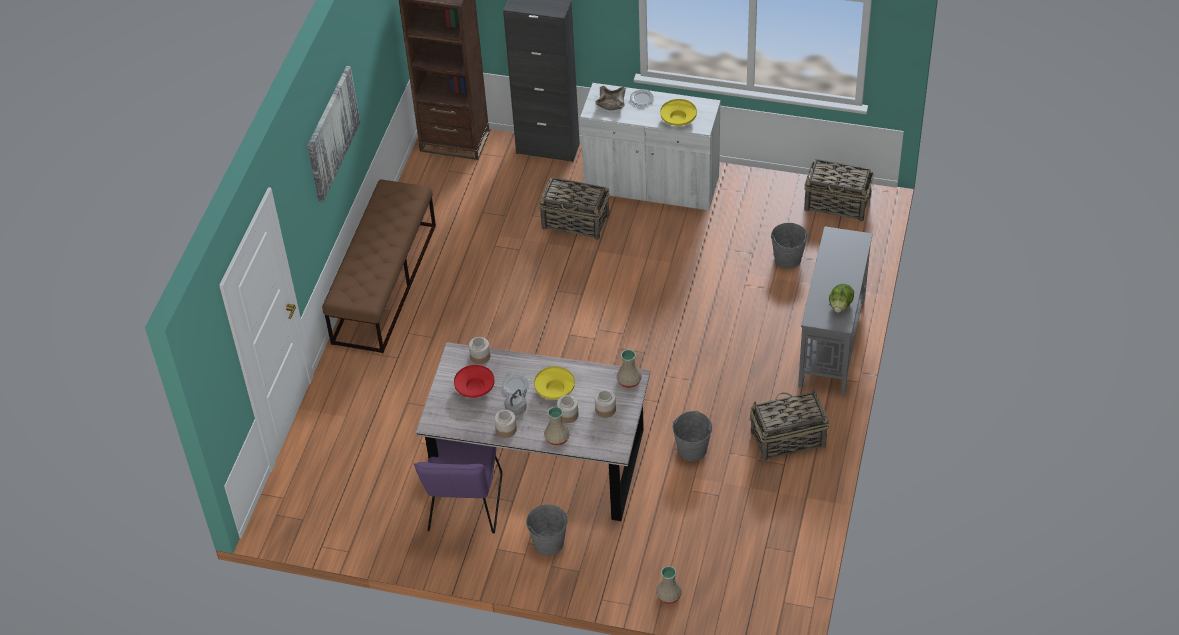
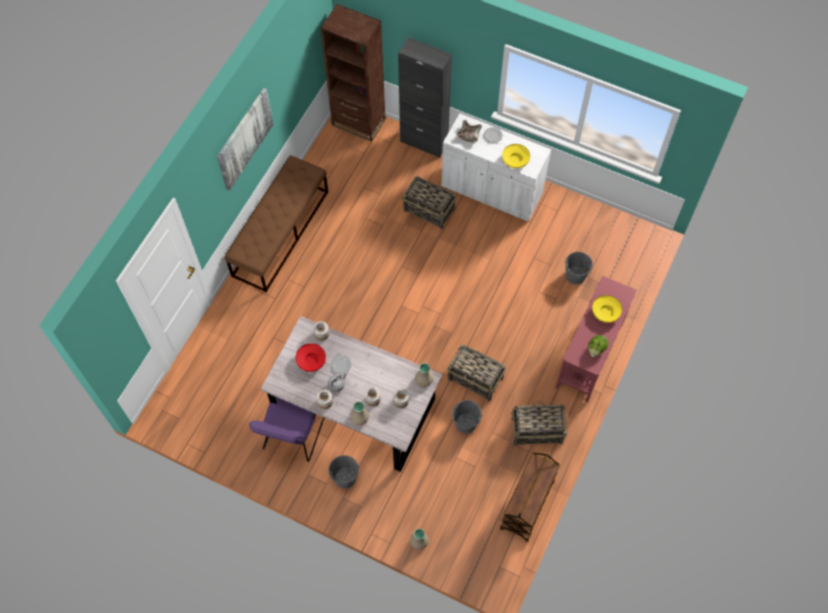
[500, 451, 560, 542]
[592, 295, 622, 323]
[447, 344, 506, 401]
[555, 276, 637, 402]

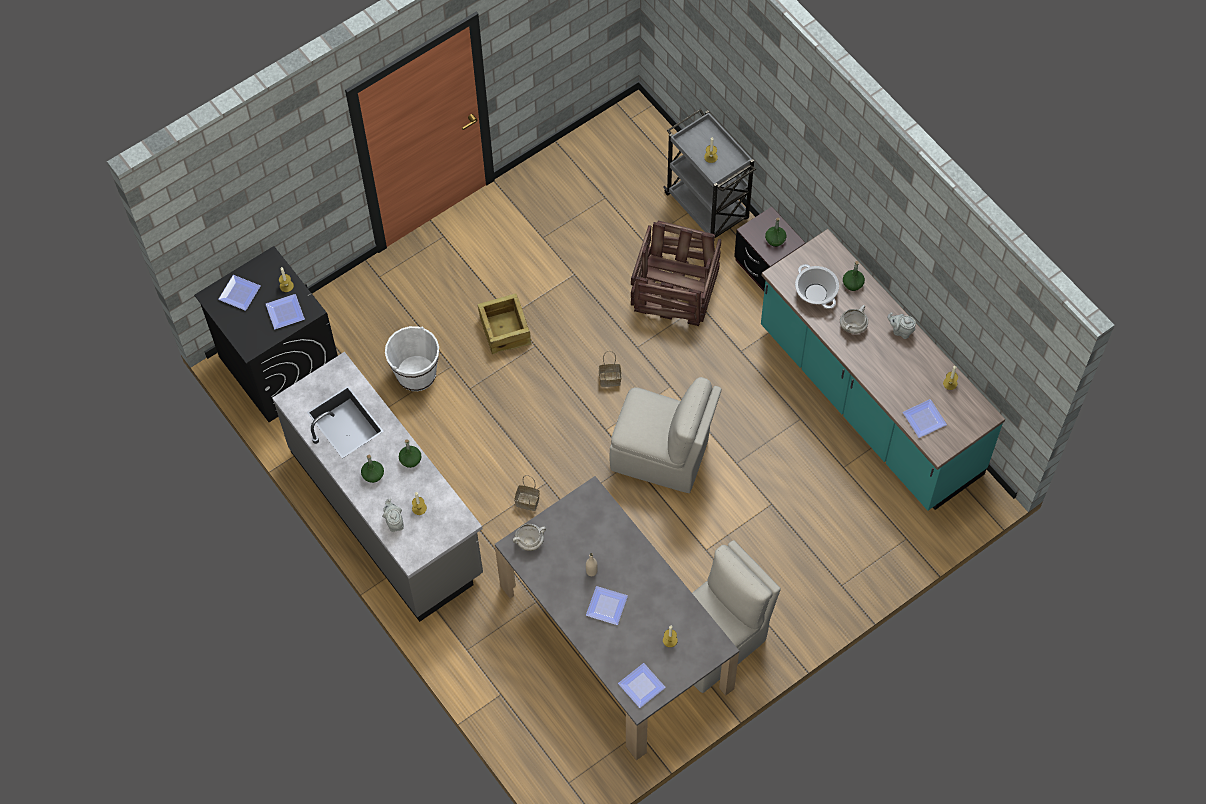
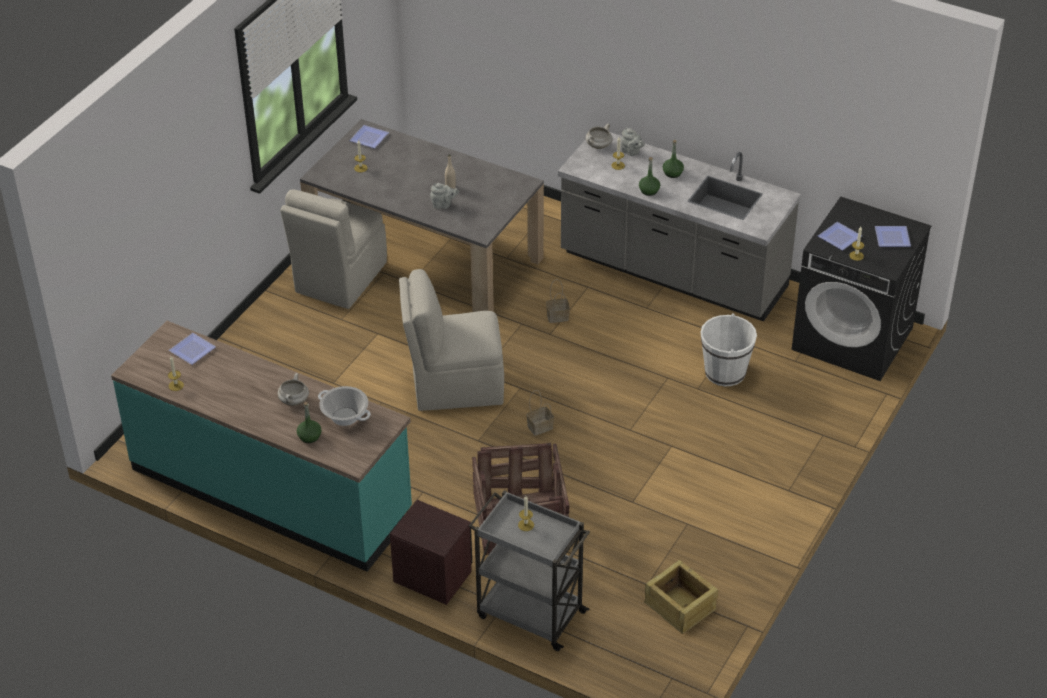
[586, 586, 628, 625] (first image)
[765, 218, 786, 247] (first image)
[644, 560, 718, 634]
[586, 124, 613, 149]
[430, 183, 459, 209]

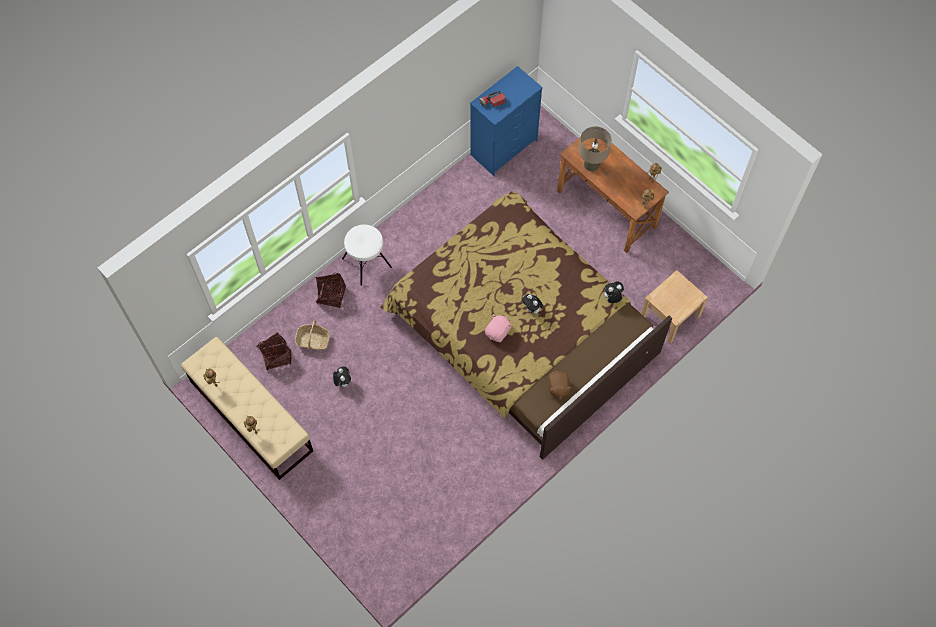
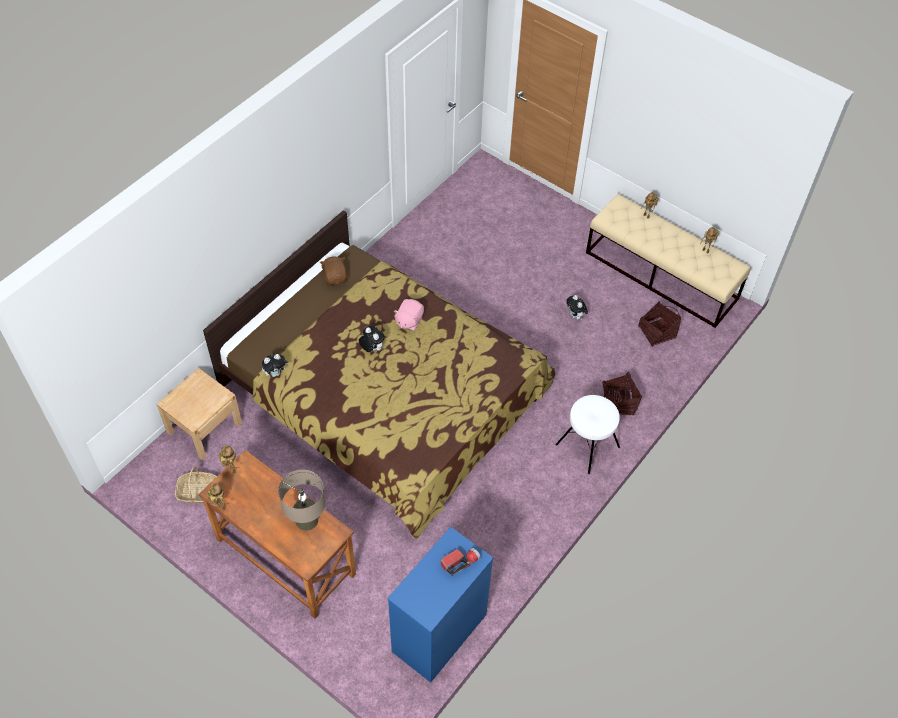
[175, 467, 217, 503]

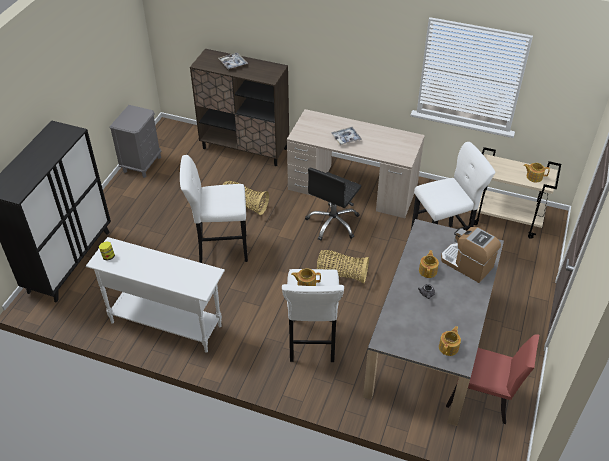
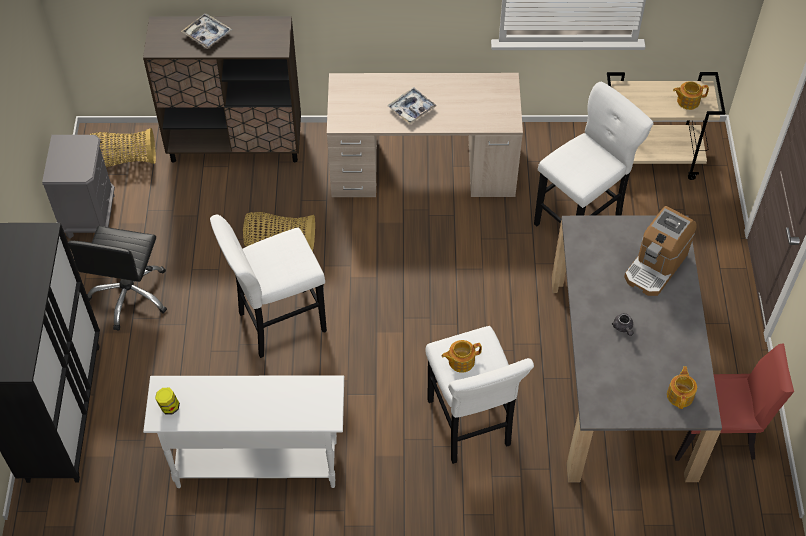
[419, 250, 439, 278] (first image)
[68, 226, 167, 331]
[89, 128, 156, 167]
[624, 206, 697, 296]

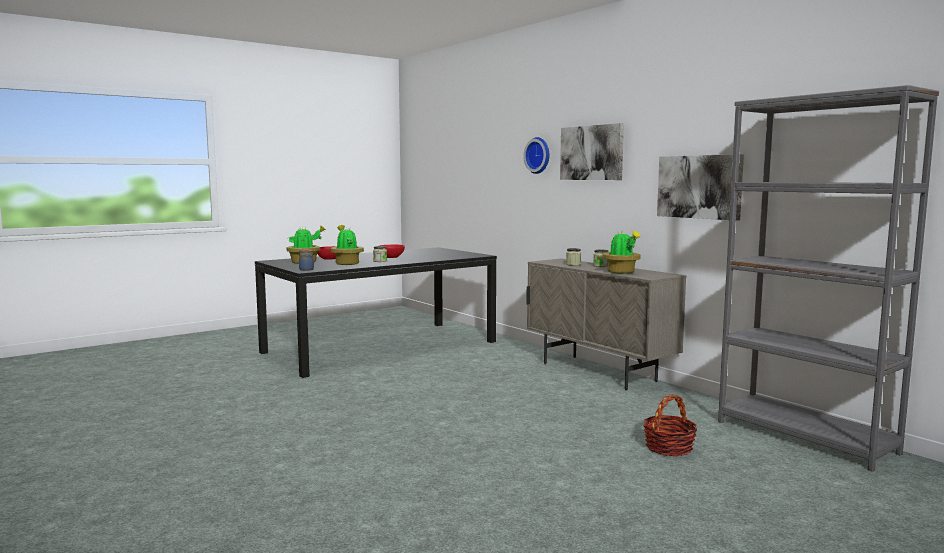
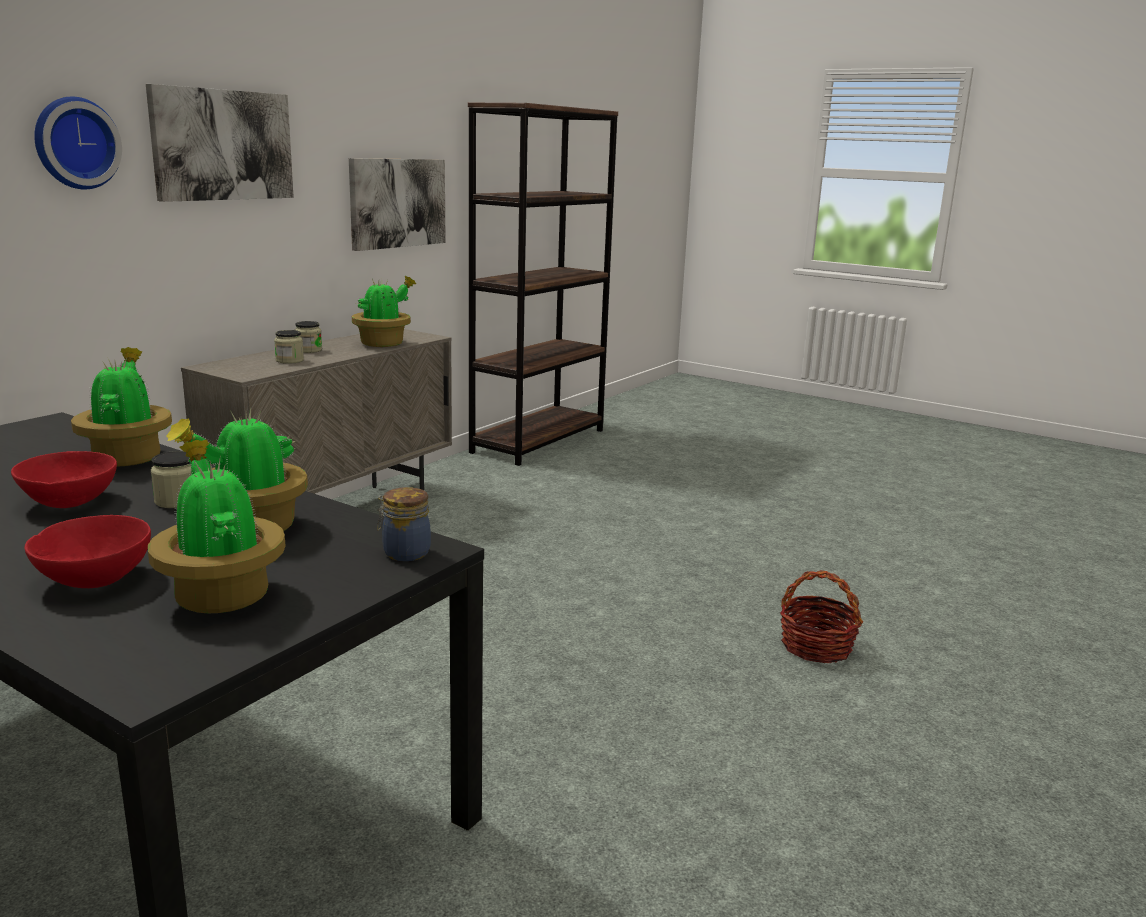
[71, 347, 172, 466]
[780, 570, 863, 663]
[468, 102, 618, 466]

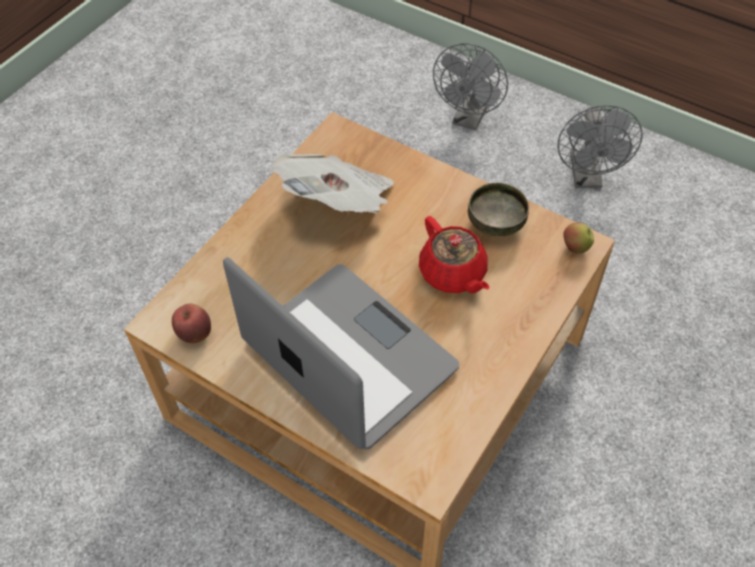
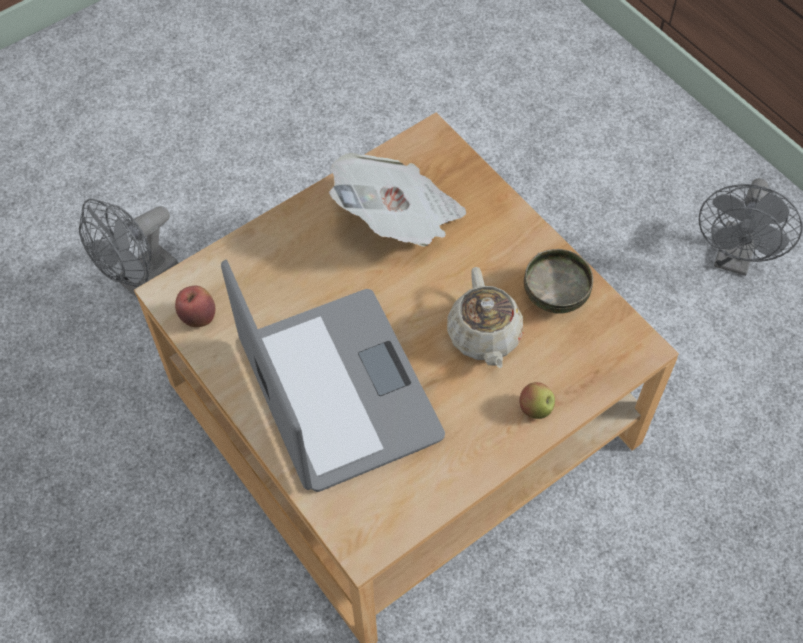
[79, 199, 178, 298]
[519, 382, 555, 419]
[447, 267, 523, 368]

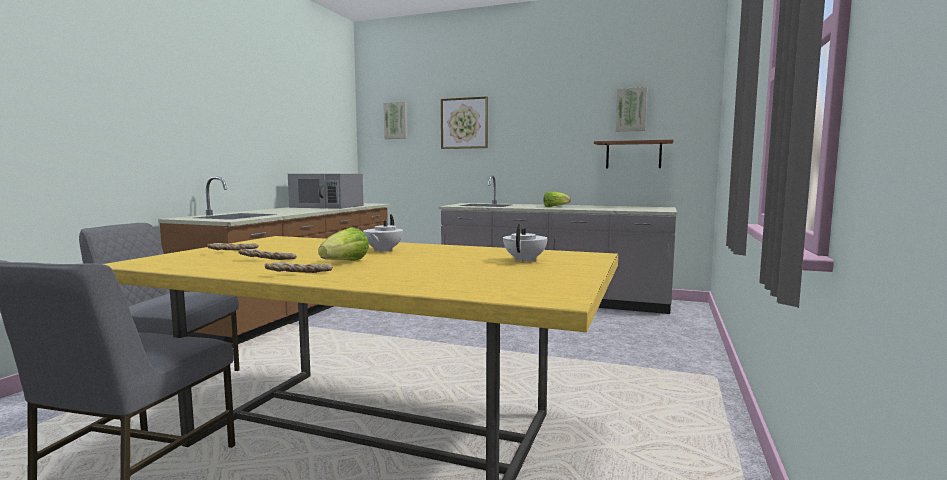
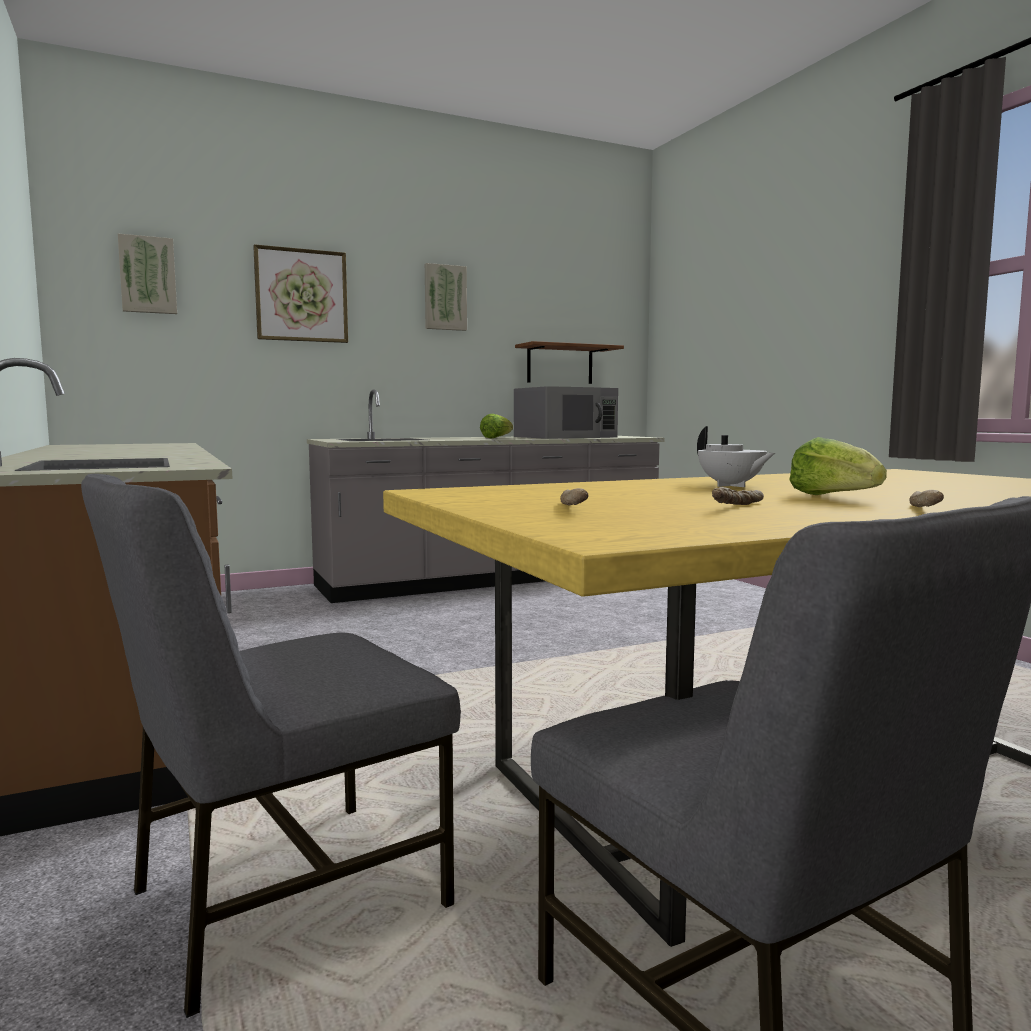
[503, 224, 548, 262] (first image)
[514, 386, 618, 439]
[425, 263, 467, 331]

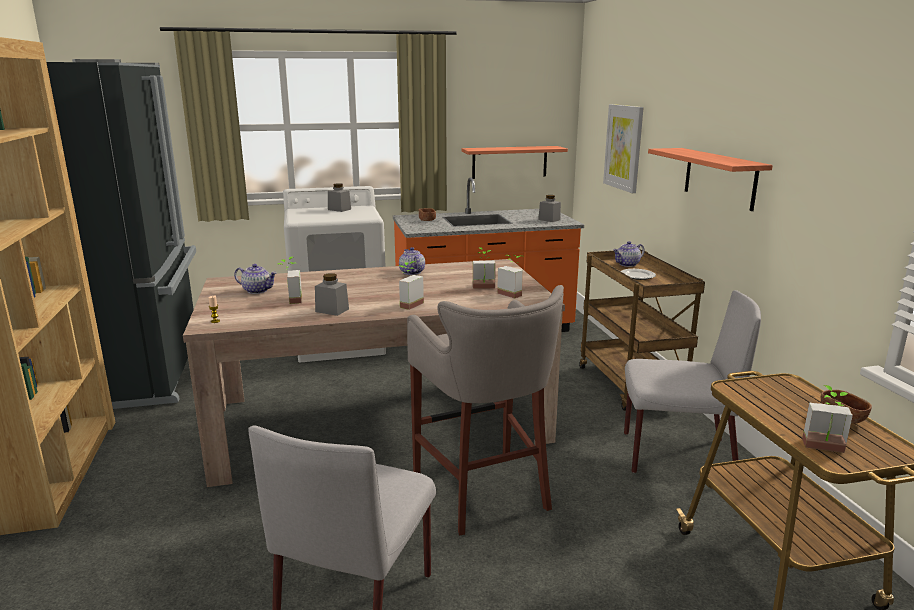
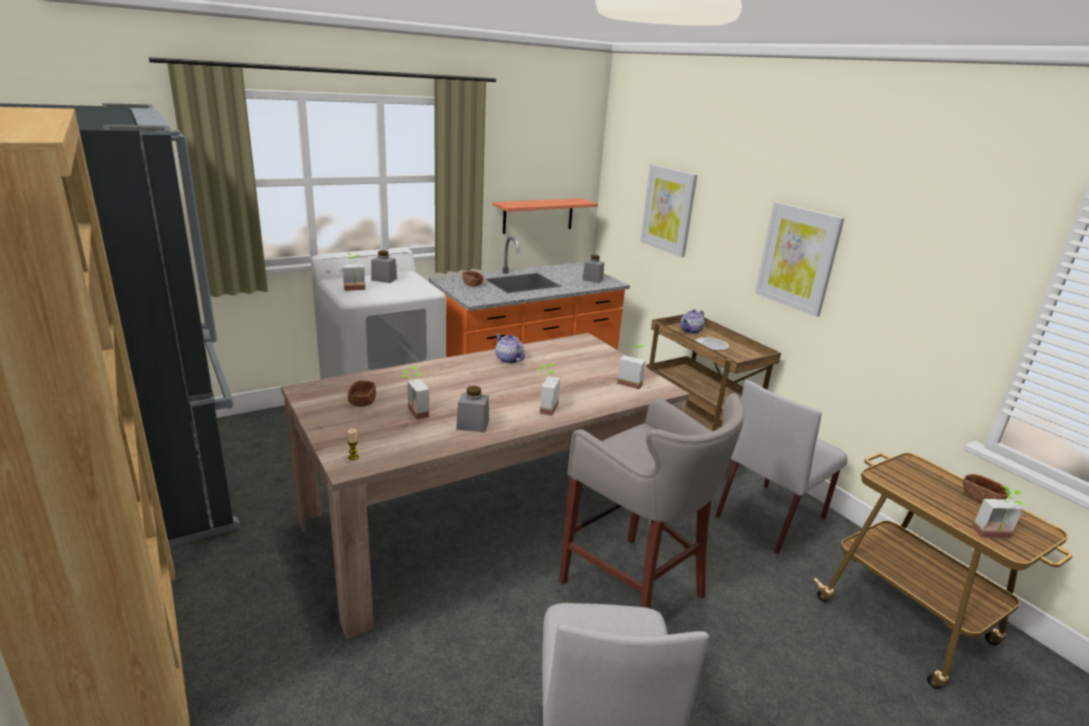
[343, 253, 365, 291]
[347, 381, 376, 407]
[755, 202, 844, 317]
[715, 380, 847, 554]

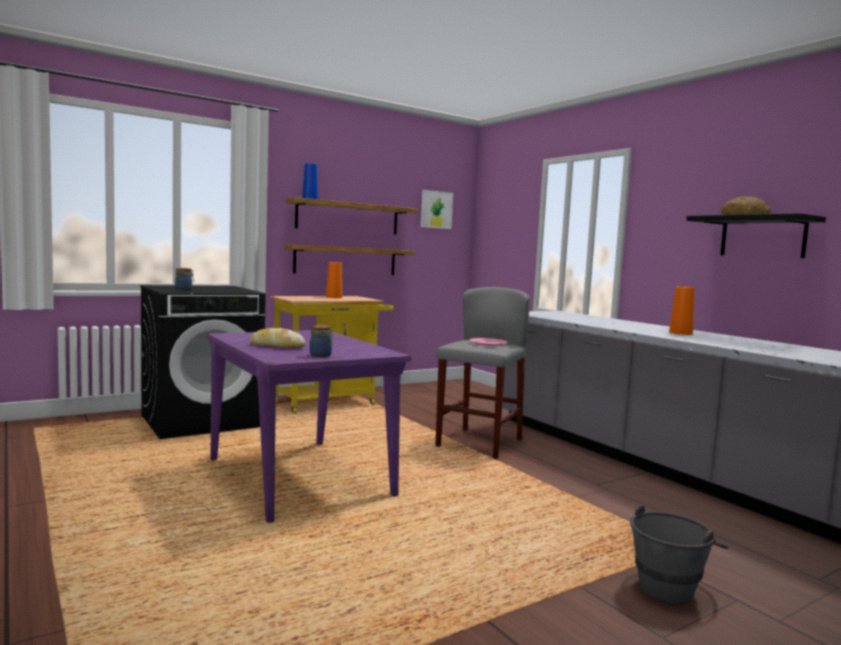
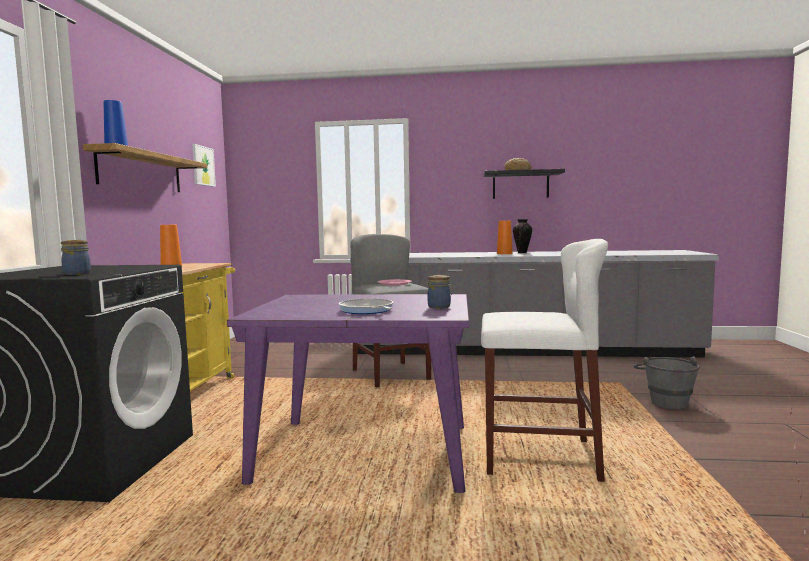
[284, 244, 415, 275] (first image)
[481, 239, 608, 482]
[513, 219, 532, 253]
[339, 298, 393, 314]

